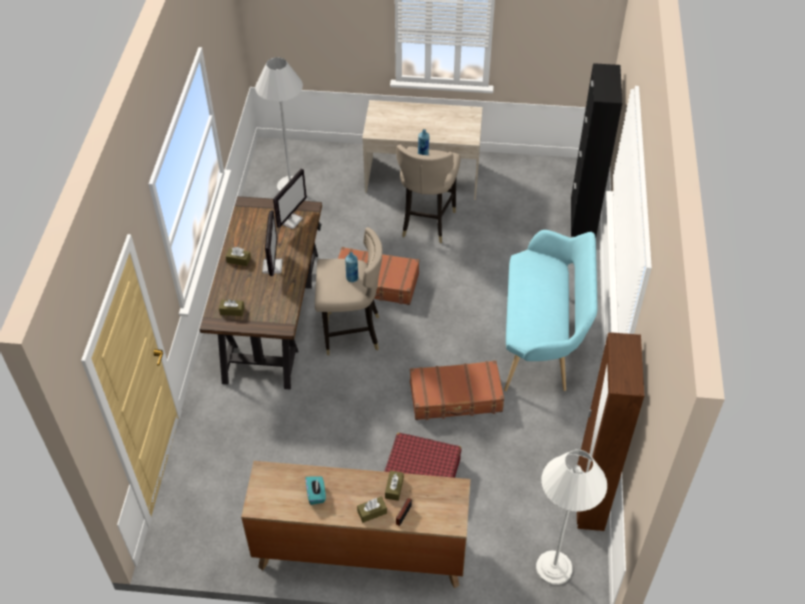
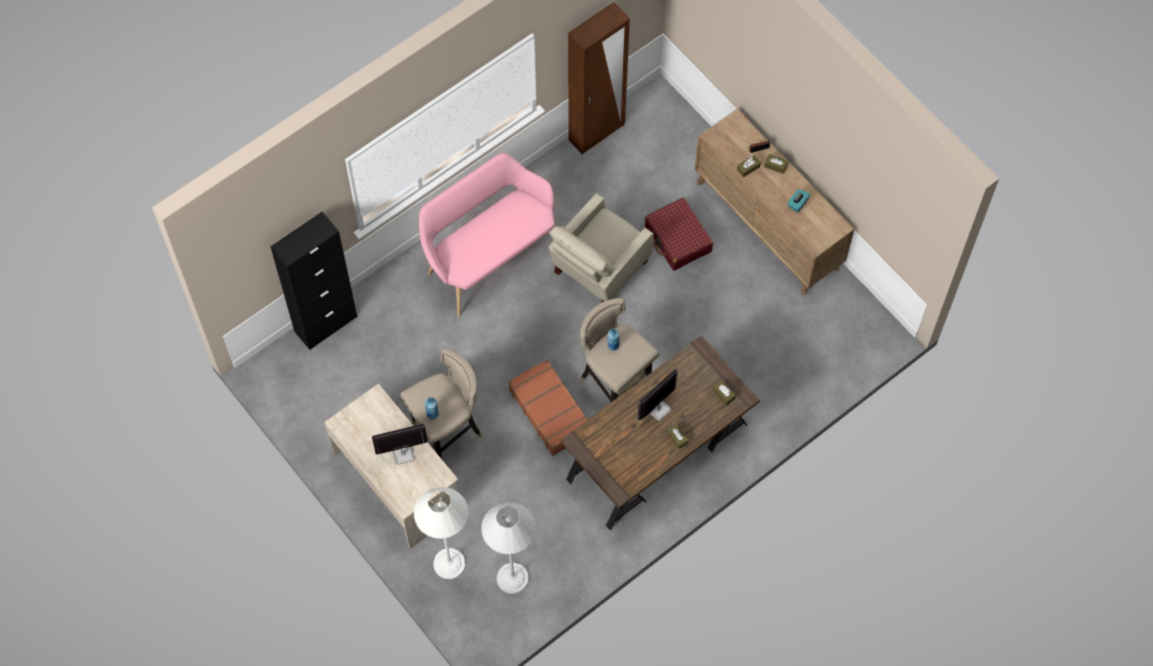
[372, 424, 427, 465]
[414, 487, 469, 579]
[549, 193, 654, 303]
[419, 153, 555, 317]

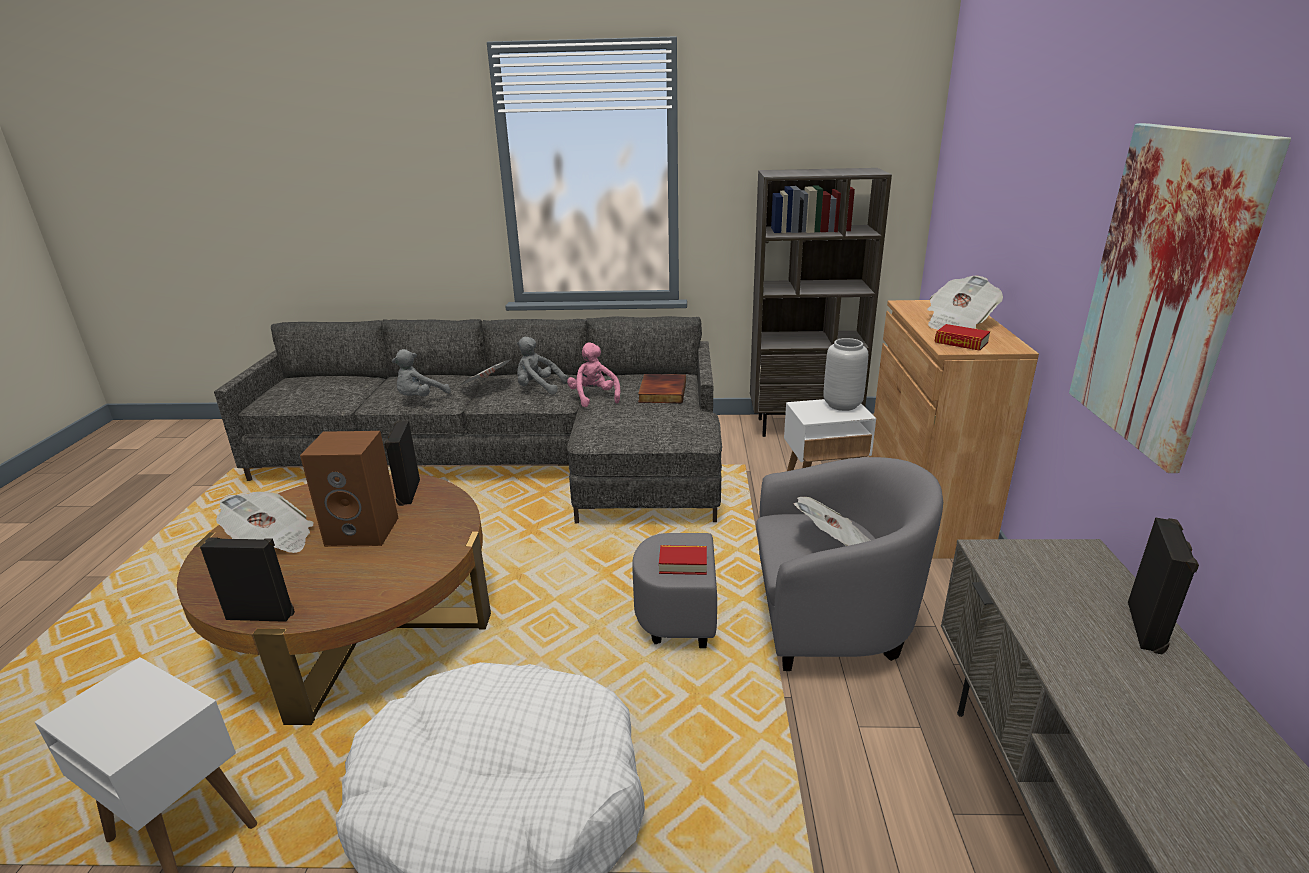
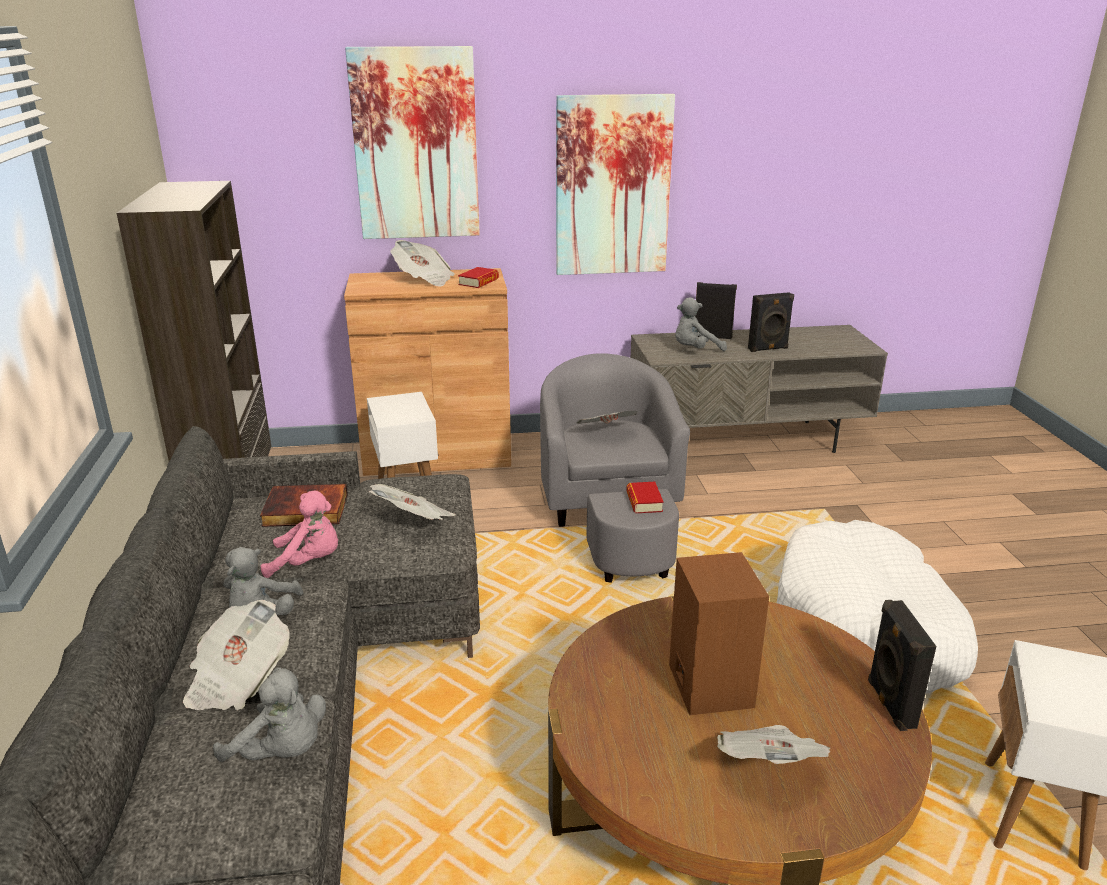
[823, 338, 868, 411] (first image)
[345, 46, 480, 239]
[369, 484, 456, 520]
[675, 297, 727, 351]
[748, 292, 794, 352]
[260, 491, 338, 578]

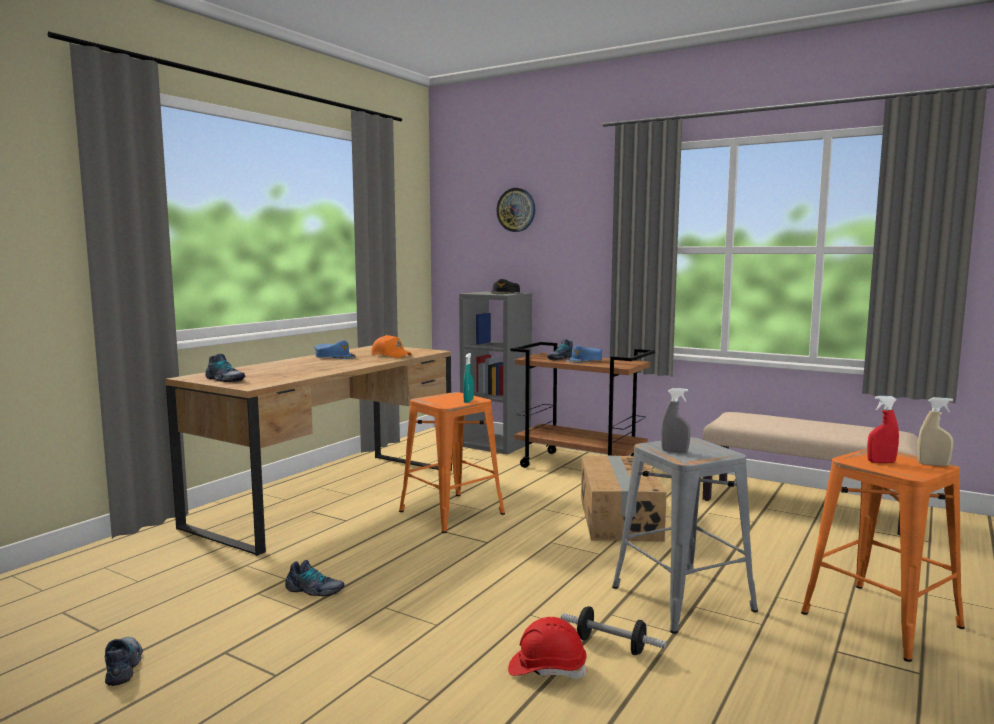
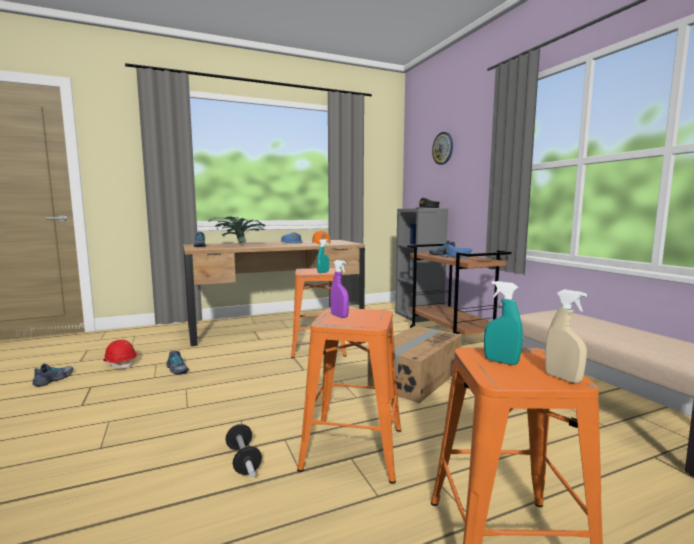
[209, 217, 266, 243]
[103, 340, 137, 369]
[297, 308, 401, 484]
[330, 260, 349, 318]
[484, 281, 523, 365]

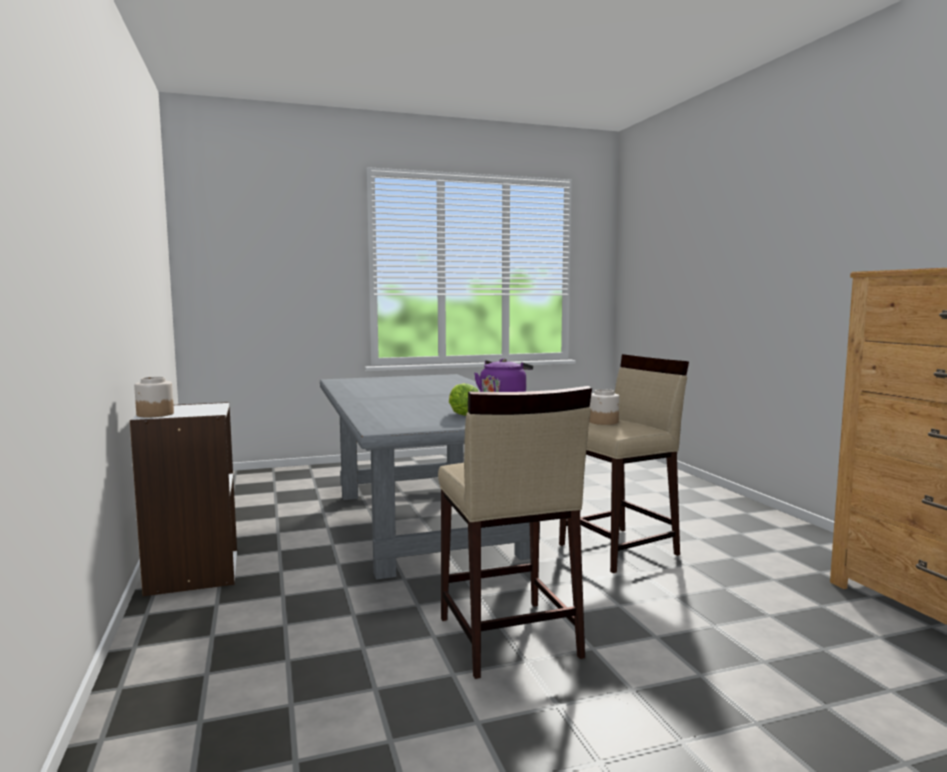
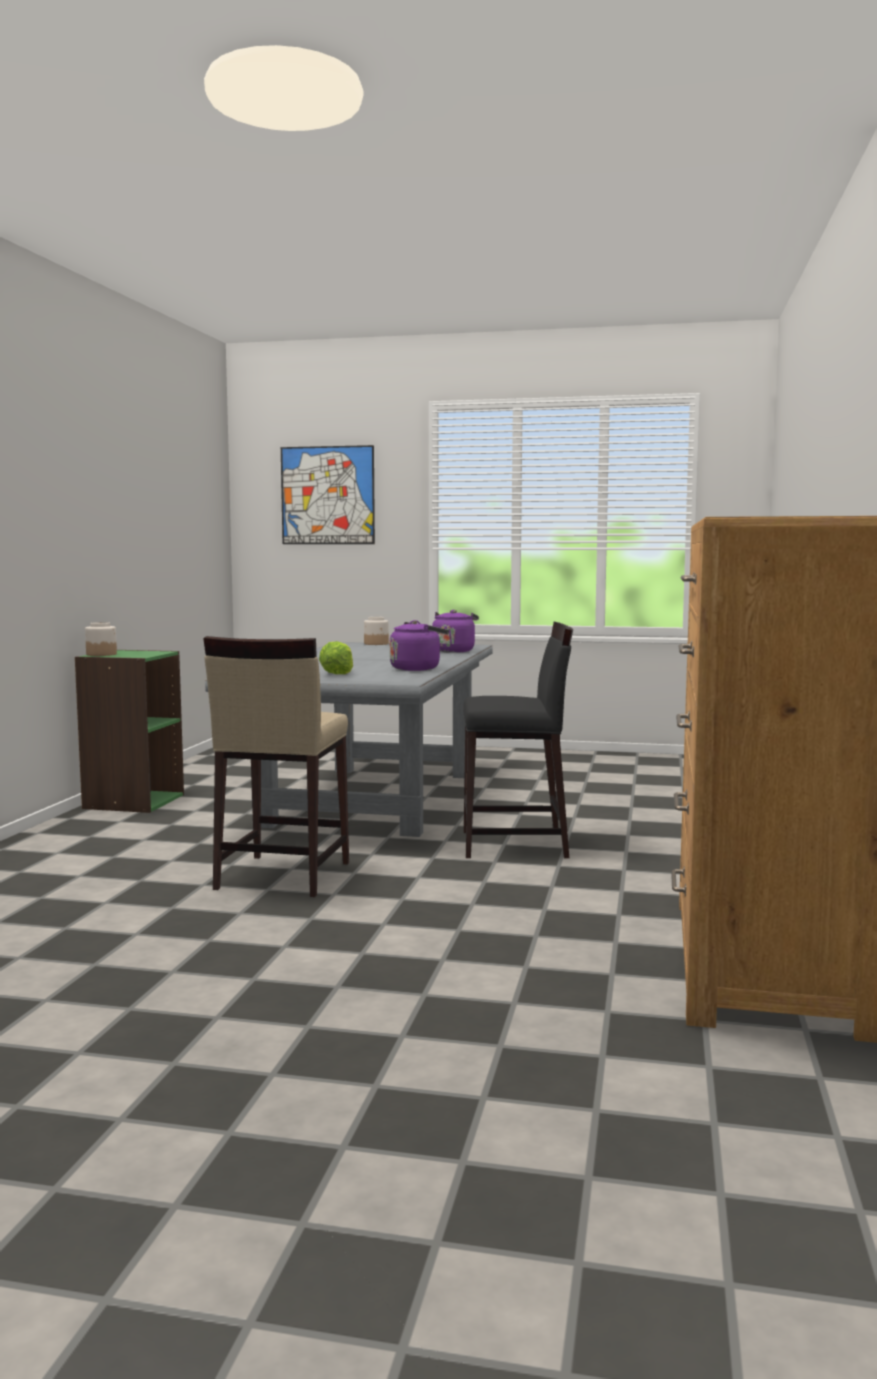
[281, 445, 375, 544]
[426, 610, 479, 653]
[364, 617, 389, 645]
[75, 650, 184, 813]
[463, 622, 573, 858]

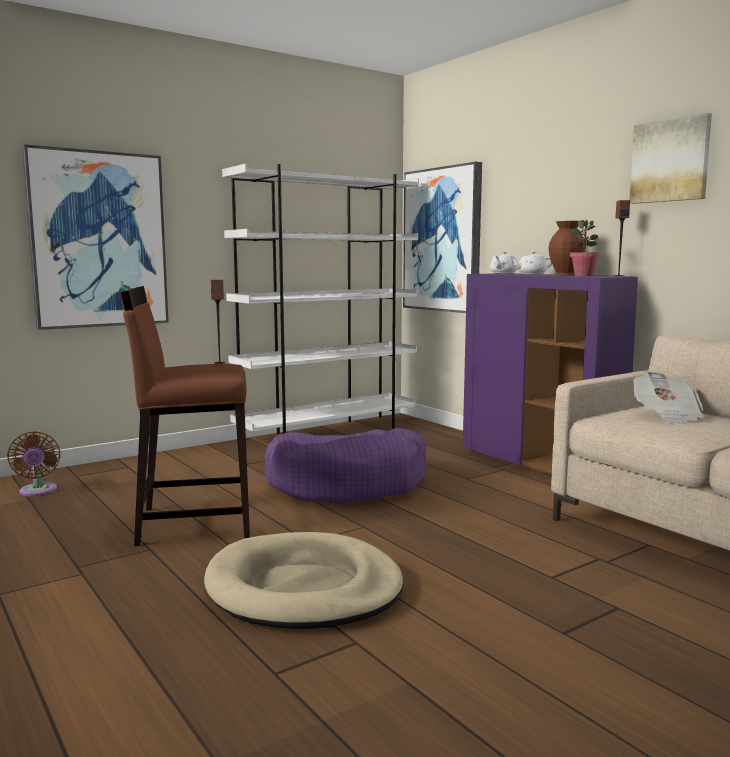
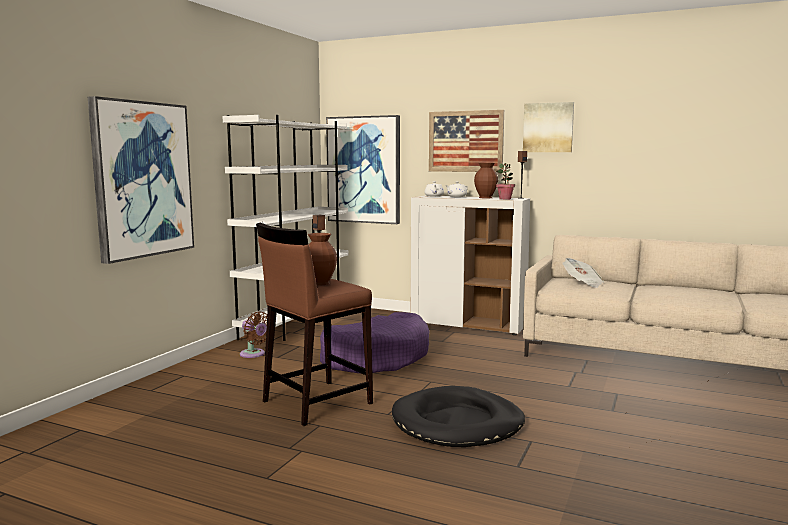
[308, 233, 337, 285]
[429, 110, 504, 172]
[240, 311, 267, 358]
[392, 386, 525, 447]
[410, 195, 530, 335]

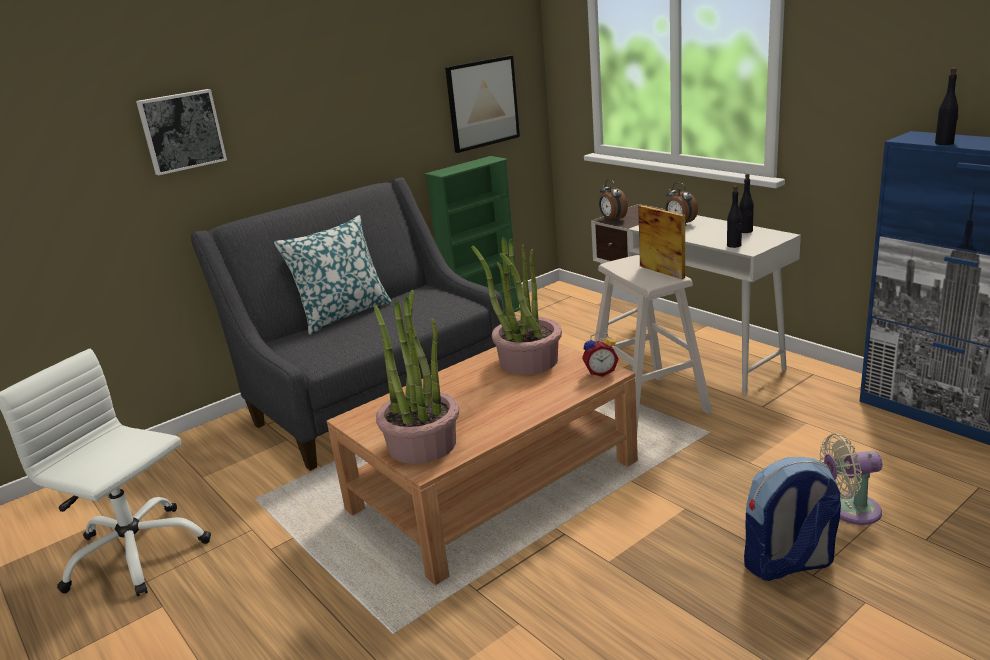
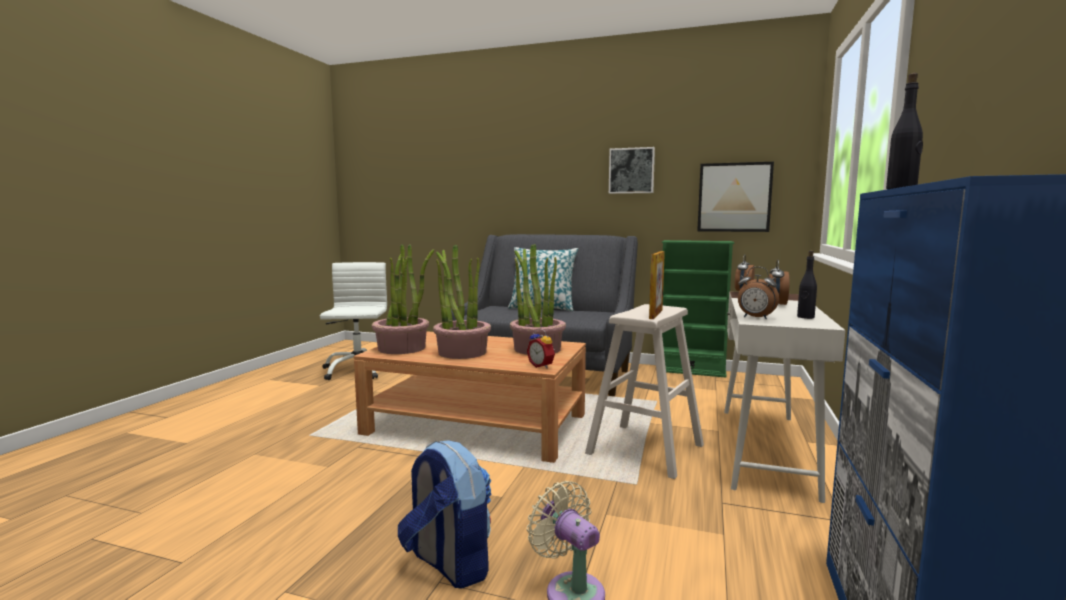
[433, 245, 491, 359]
[609, 147, 655, 194]
[738, 267, 779, 319]

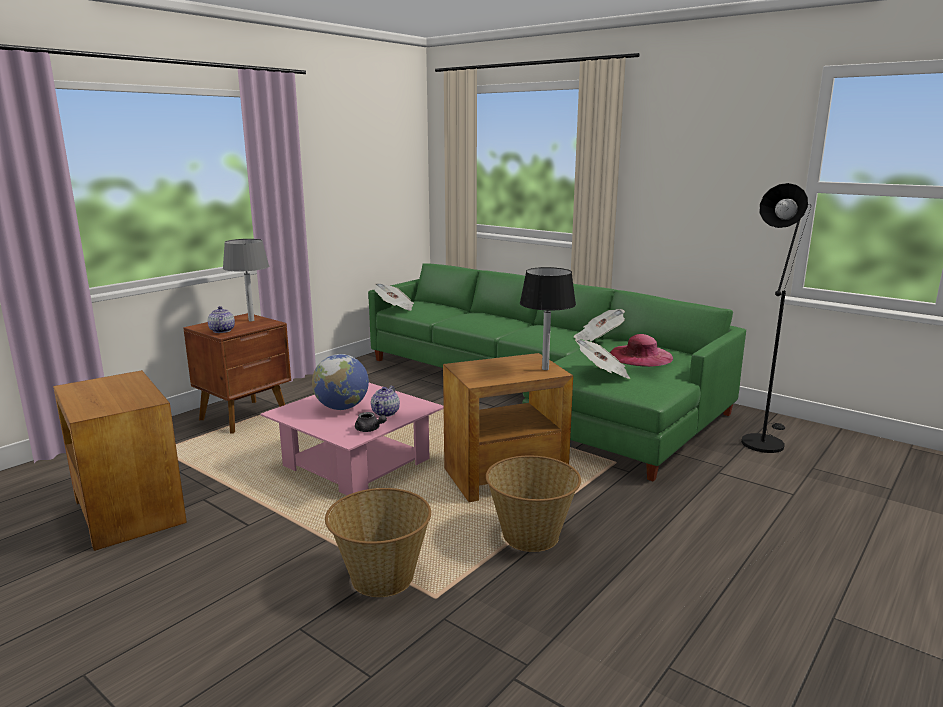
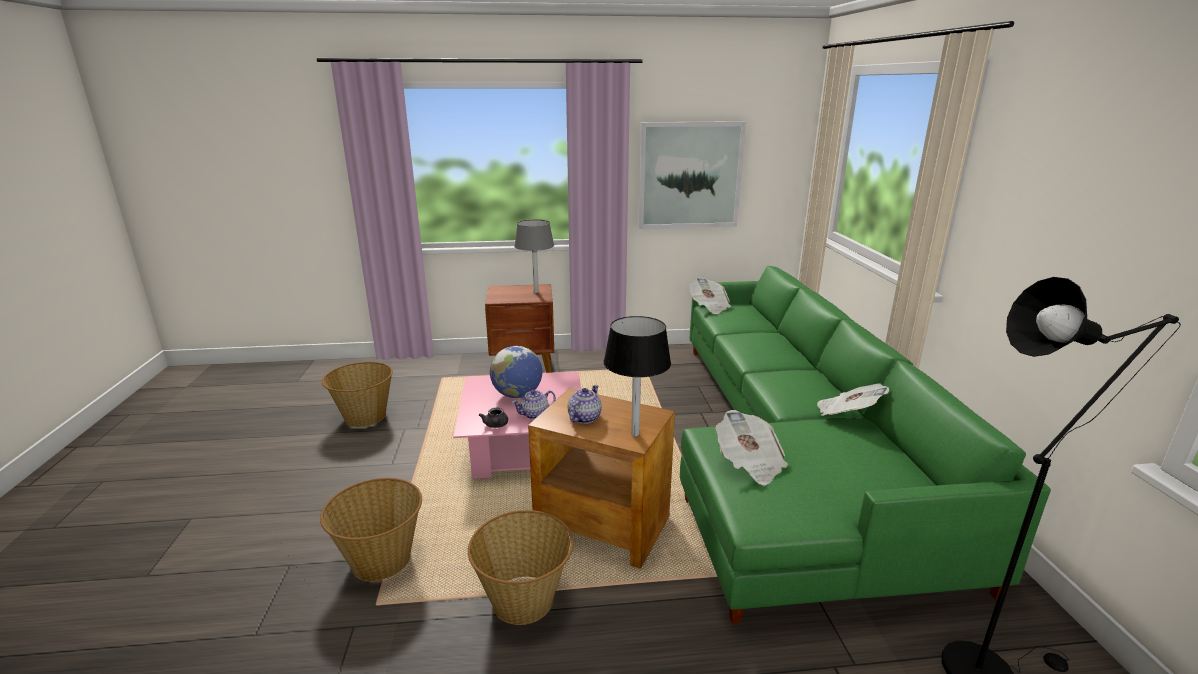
[610, 334, 673, 367] (first image)
[638, 121, 746, 229]
[568, 385, 602, 424]
[322, 362, 393, 427]

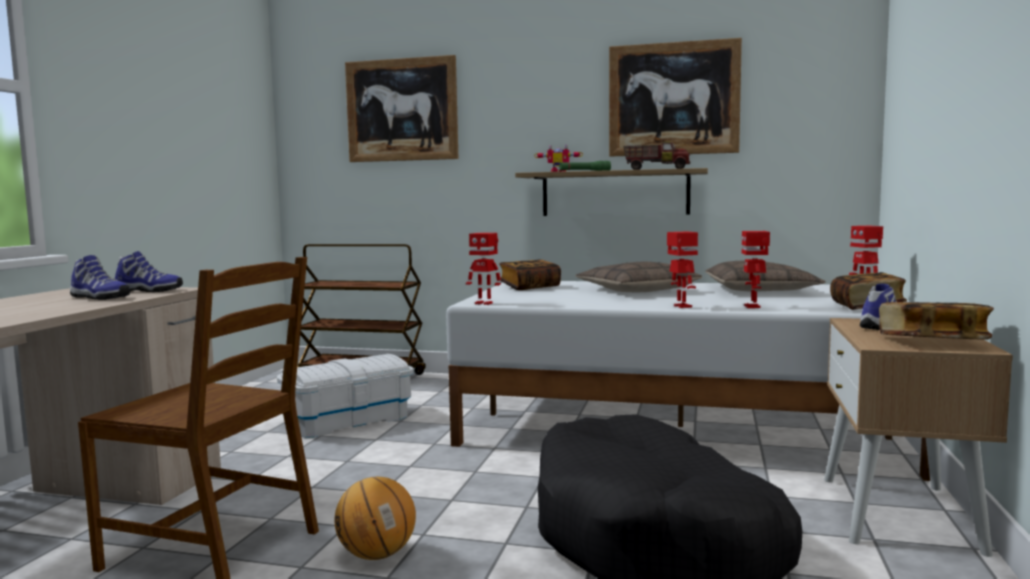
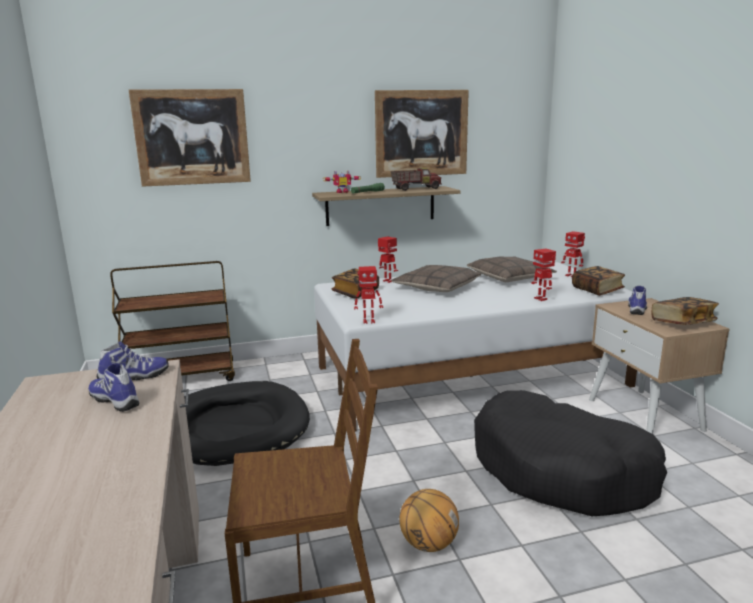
[378, 236, 398, 283]
[184, 381, 310, 466]
[88, 363, 139, 412]

